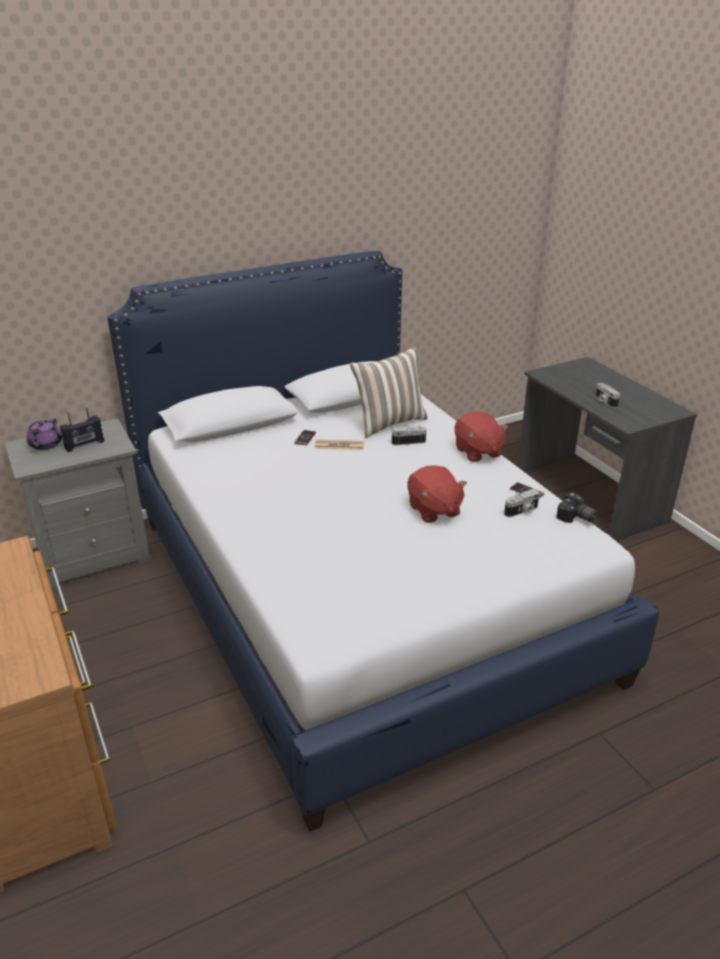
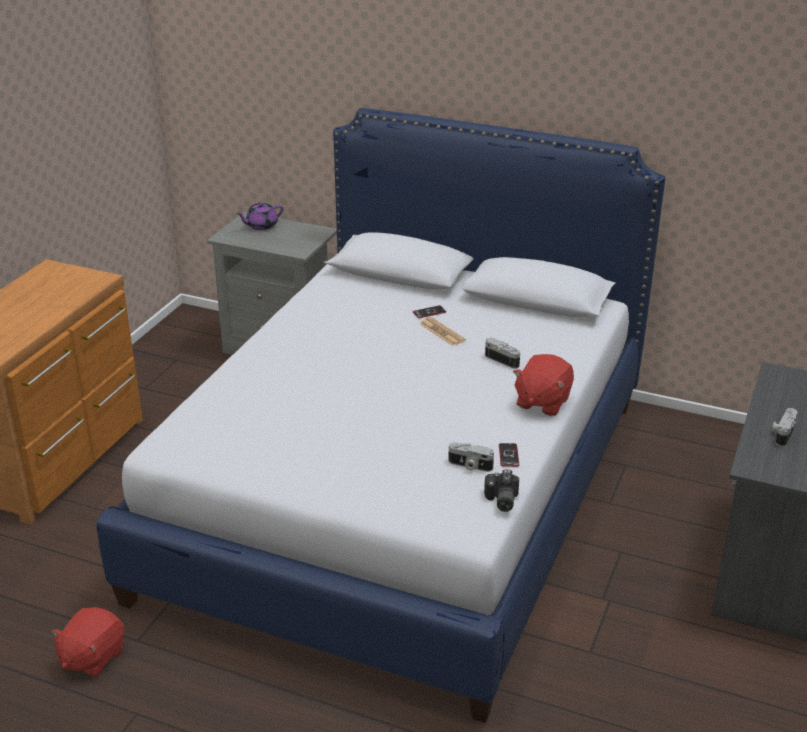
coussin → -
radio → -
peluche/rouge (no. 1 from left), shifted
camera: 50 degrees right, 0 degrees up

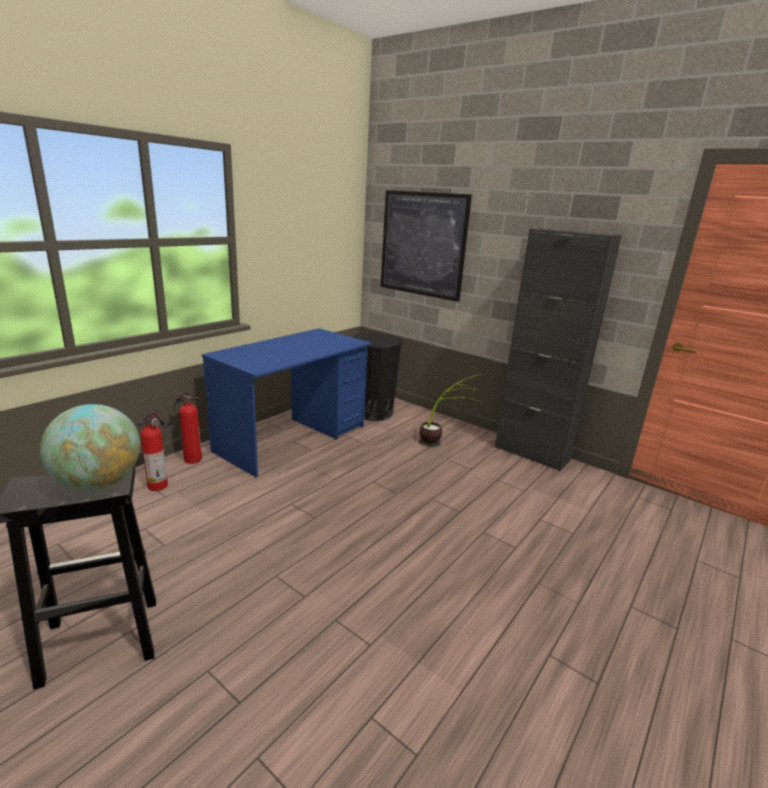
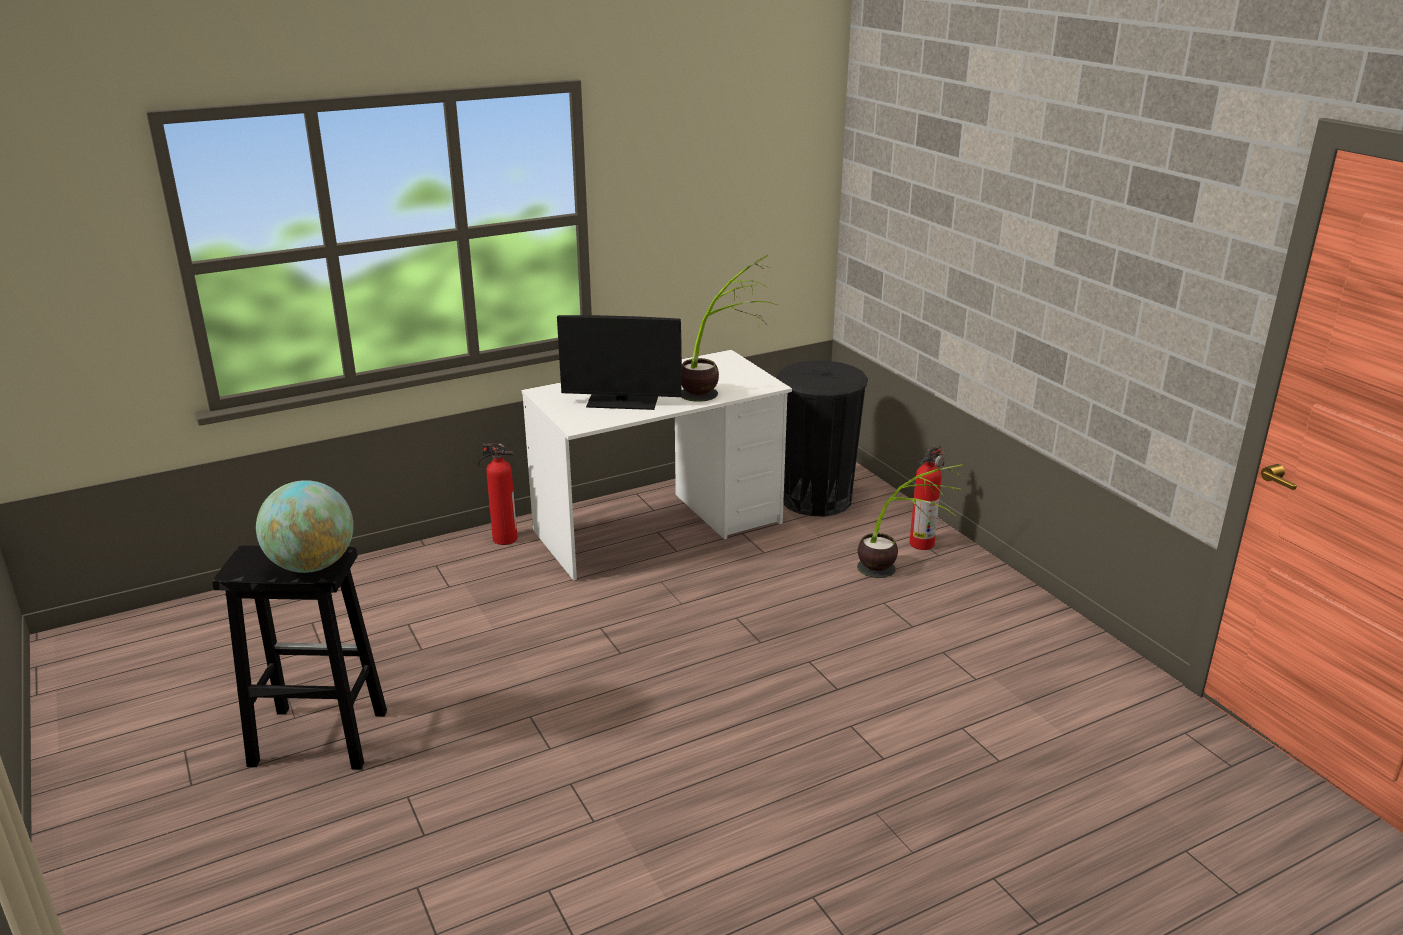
tableau → -
meuble de rangement/noir → -
bureau/bleu → bureau/blanc
extincteur (no. 1 from left in the first image) → extincteur (no. 2 from left), shifted
- → plante en pot (no. 1 from left)
- → écran d'ordinateur
camera: 25 degrees right, 5 degrees up

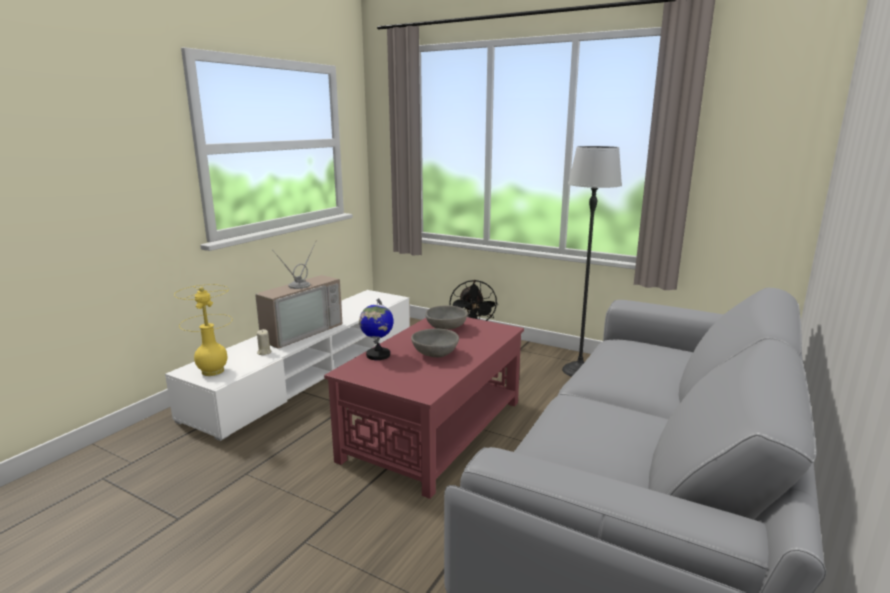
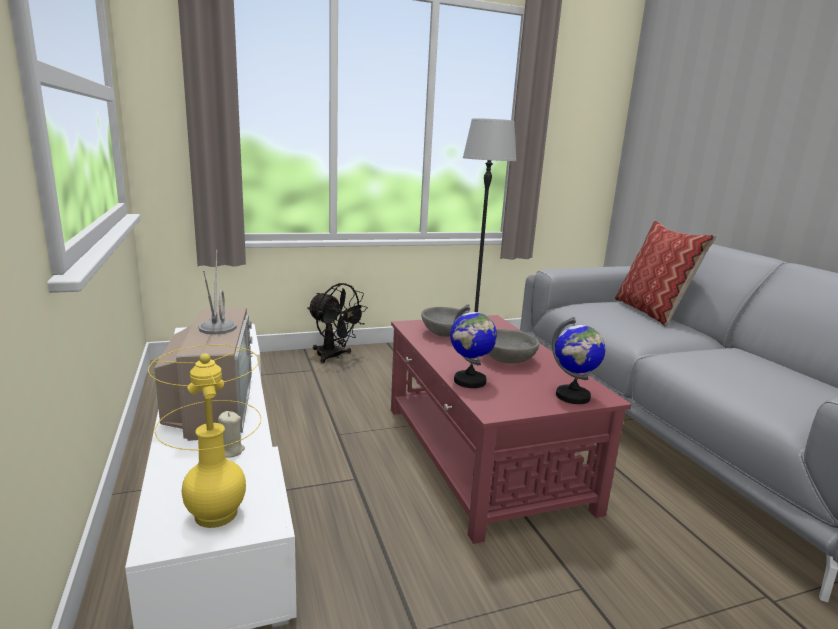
- → coussin
- → globe (no. 2 from left)
camera: 50 degrees left, 0 degrees up

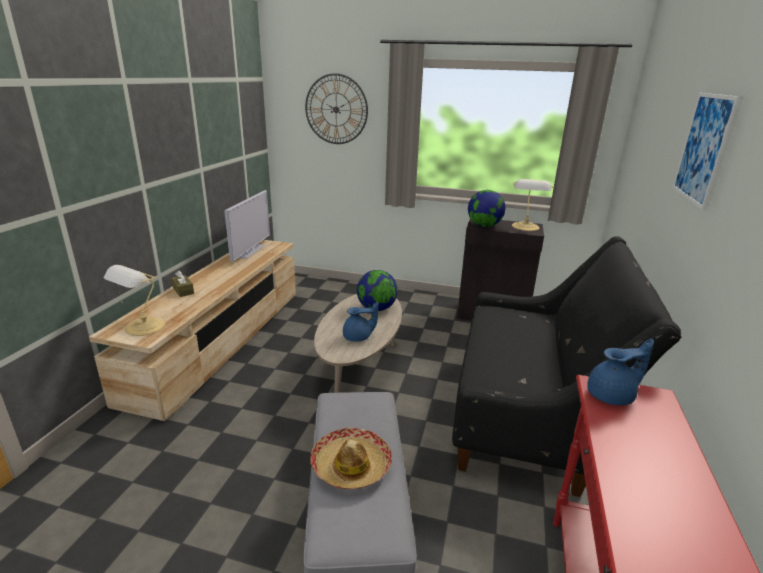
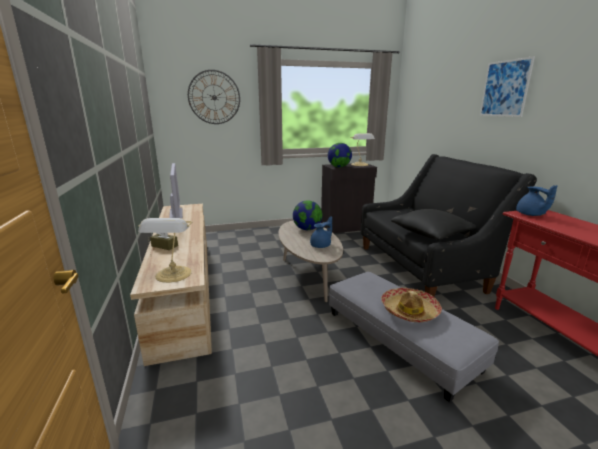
théière/bleu (no. 2 from left), 120 degrees clockwise
- → coussin/noir
camera: 30 degrees left, 5 degrees down

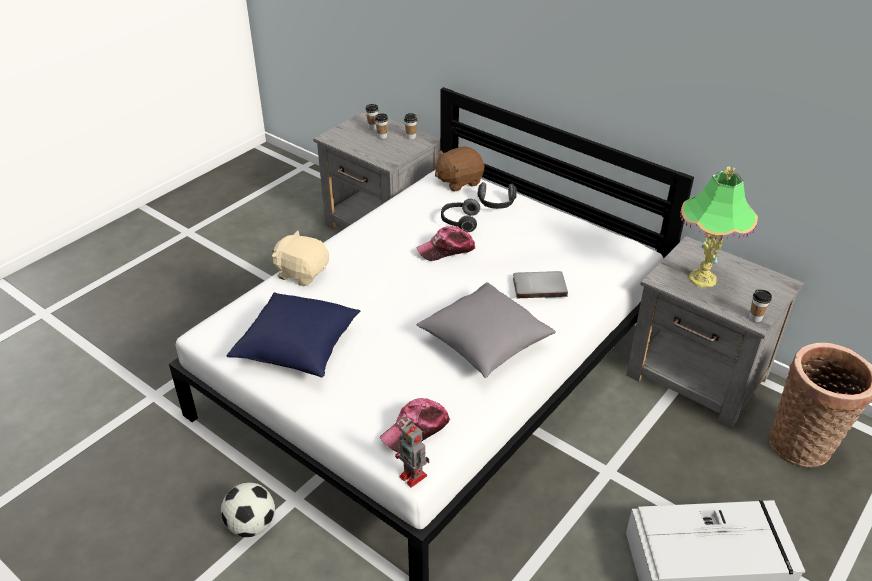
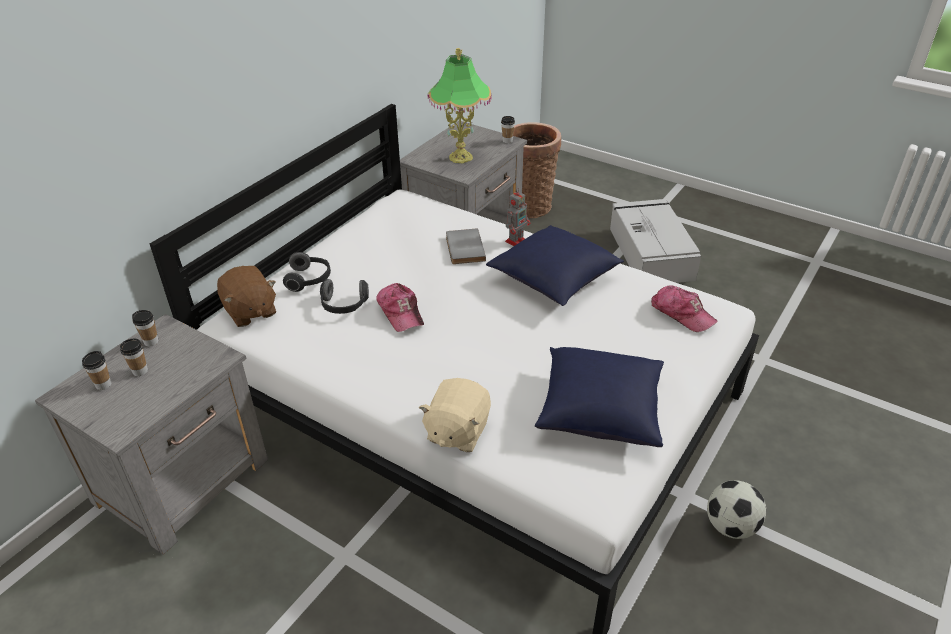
coussin/gris → coussin/bleu (no. 1 from left)
robot jouet, shifted
camera: 95 degrees left, 0 degrees up

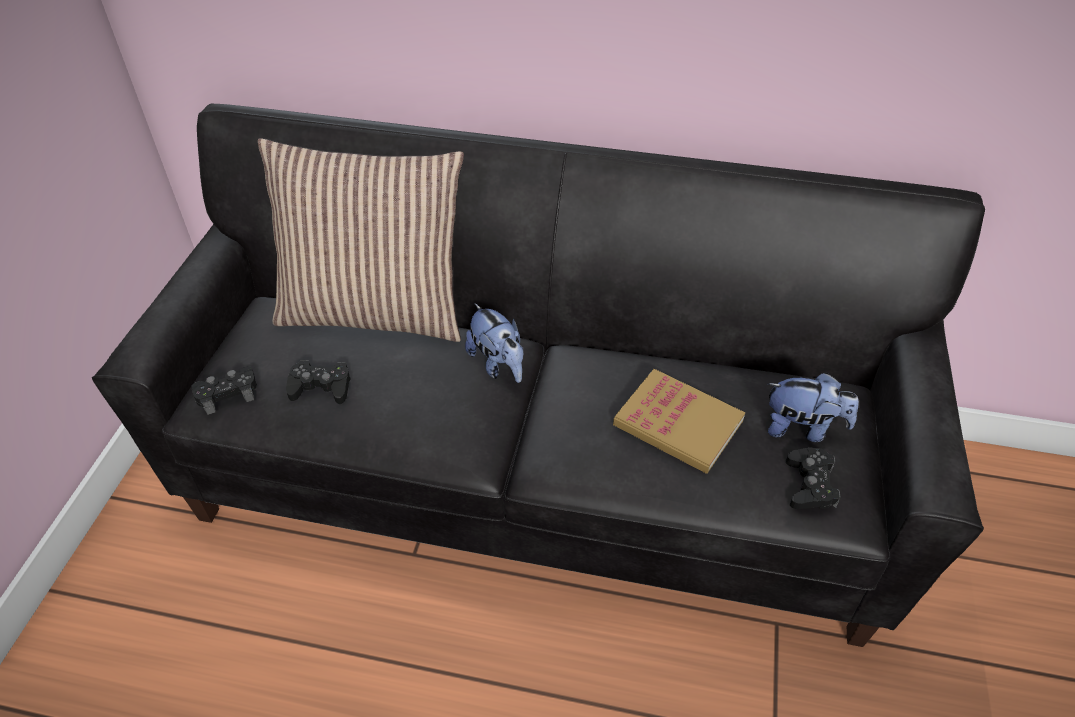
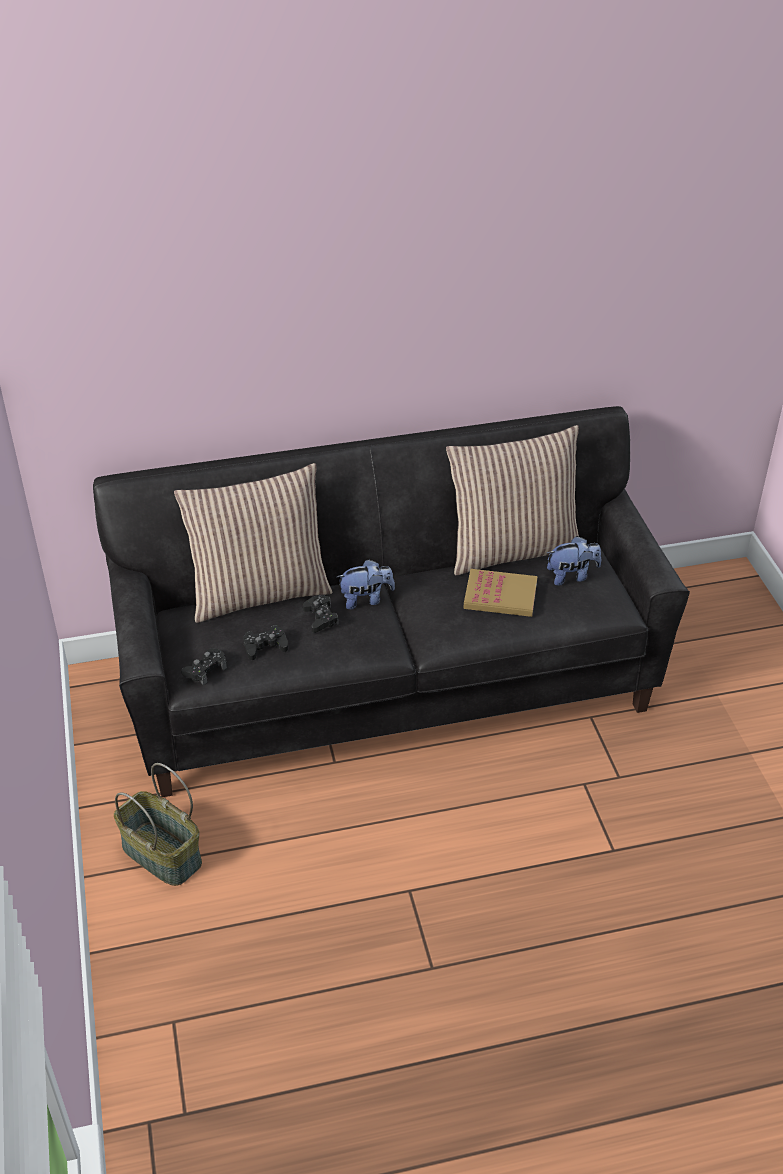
peluche (no. 1 from left), 45 degrees counterclockwise
manette/noir (no. 3 from left), shifted
- → coussin (no. 2 from left)
- → panier
camera: 25 degrees left, 5 degrees down

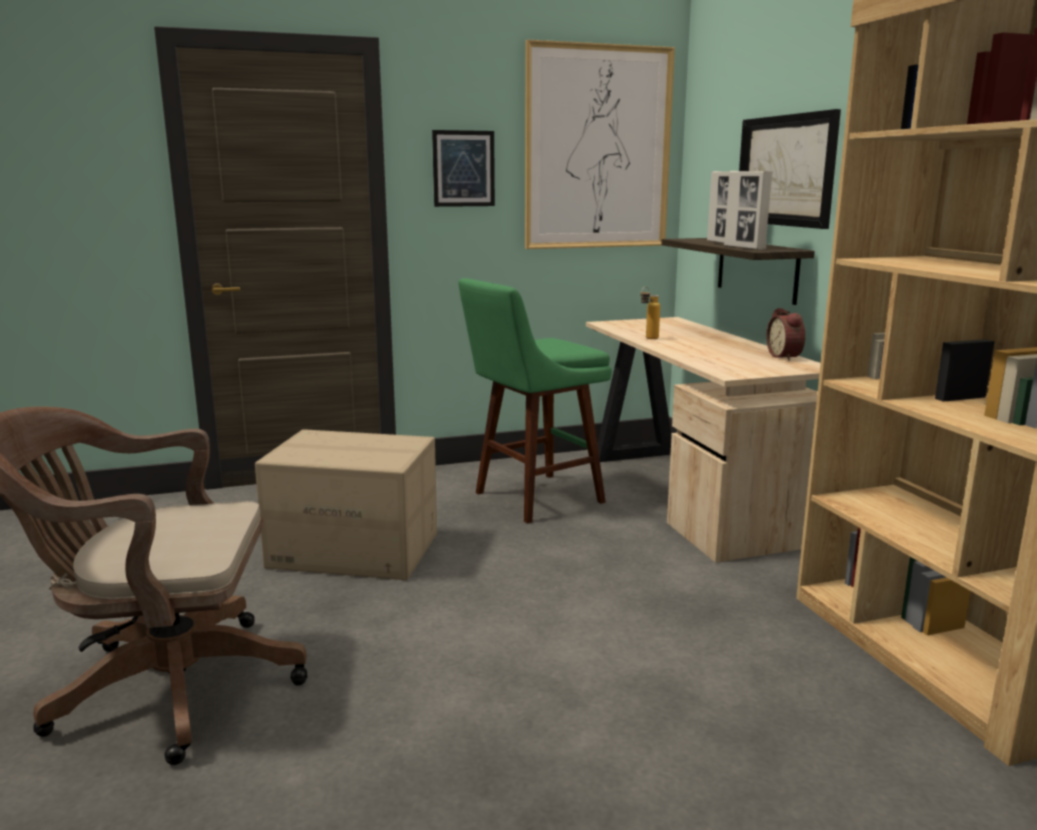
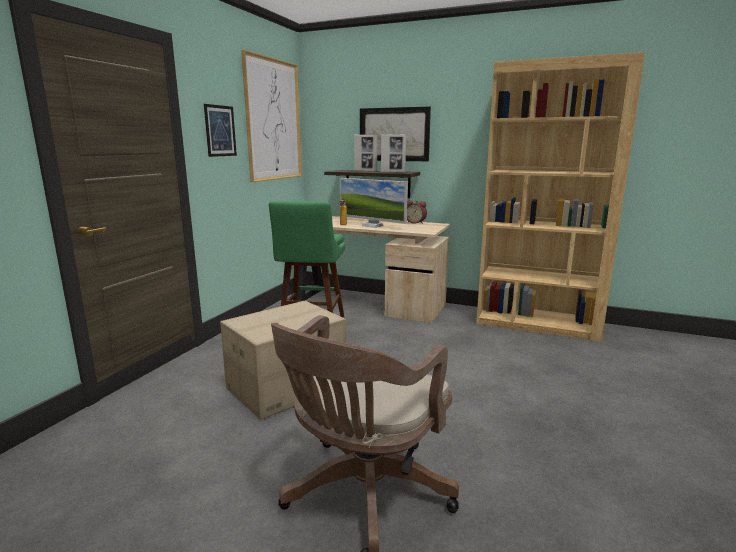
- → écran d'ordinateur
camera: 50 degrees left, 0 degrees up

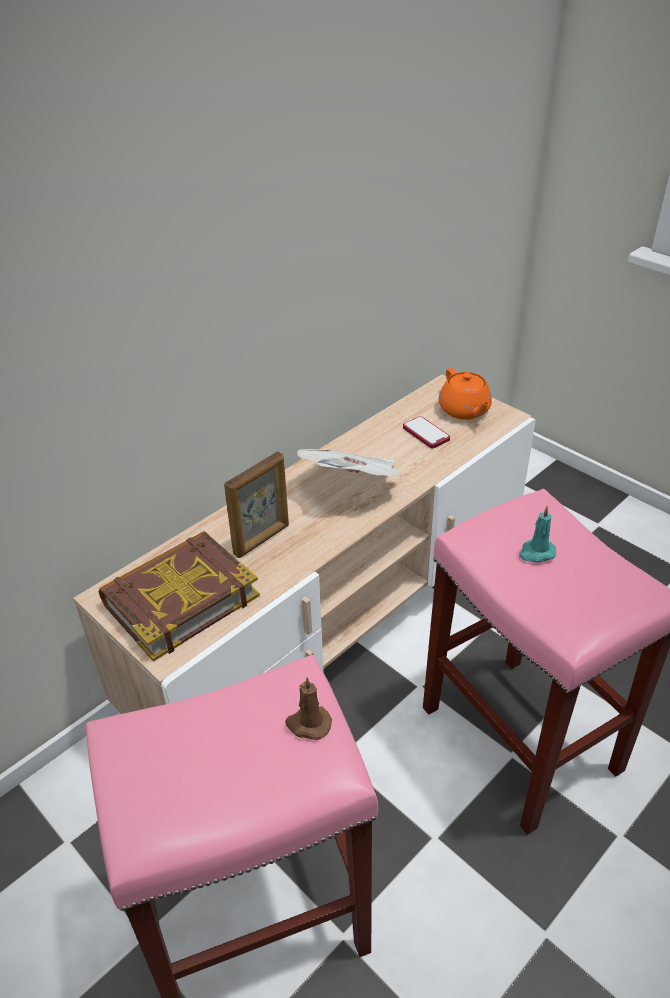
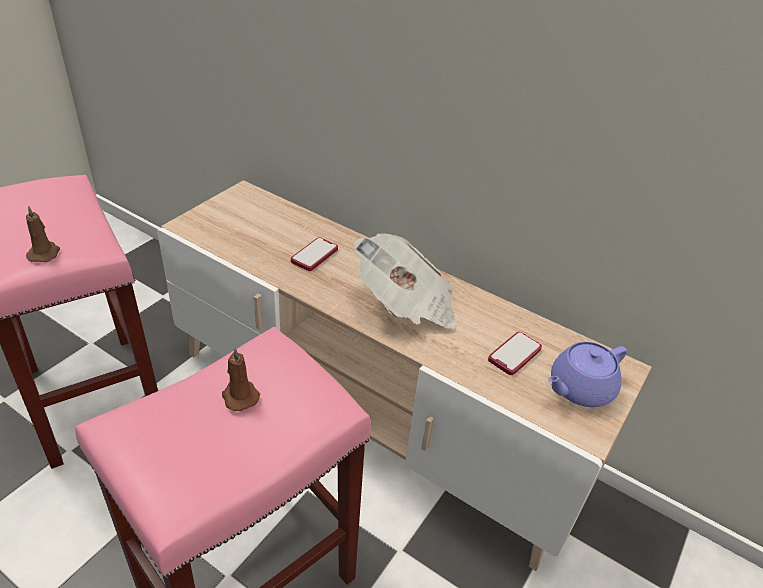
théière/orange → théière/violet
cadre photo → téléphone (no. 1 from left)
bougie/turquoise → bougie/marron (no. 2 from left)
livre → -
camera: 75 degrees right, 0 degrees up

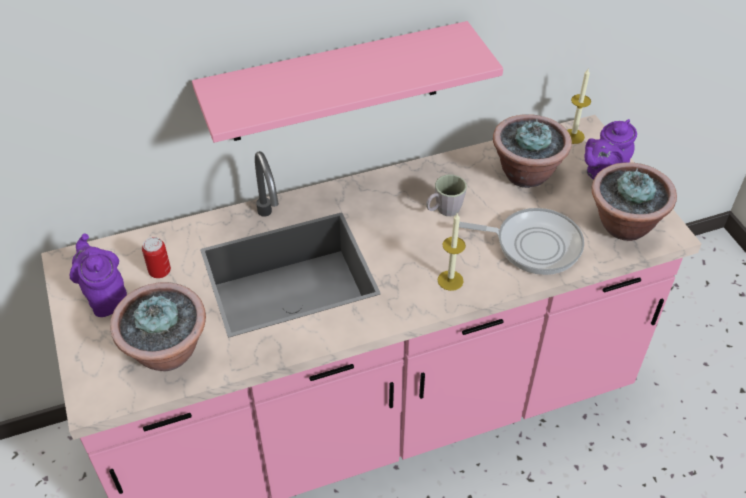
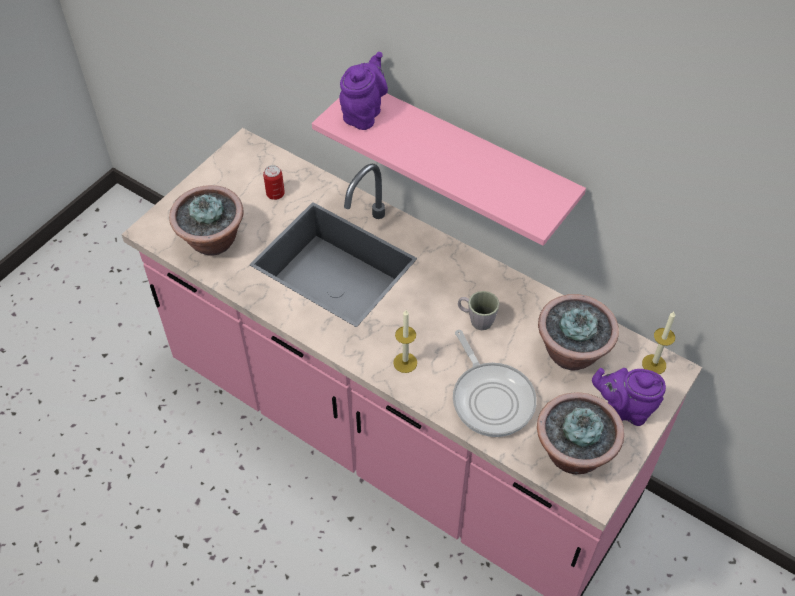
théière/violet (no. 1 from left), shifted
camera: 55 degrees right, 5 degrees up

